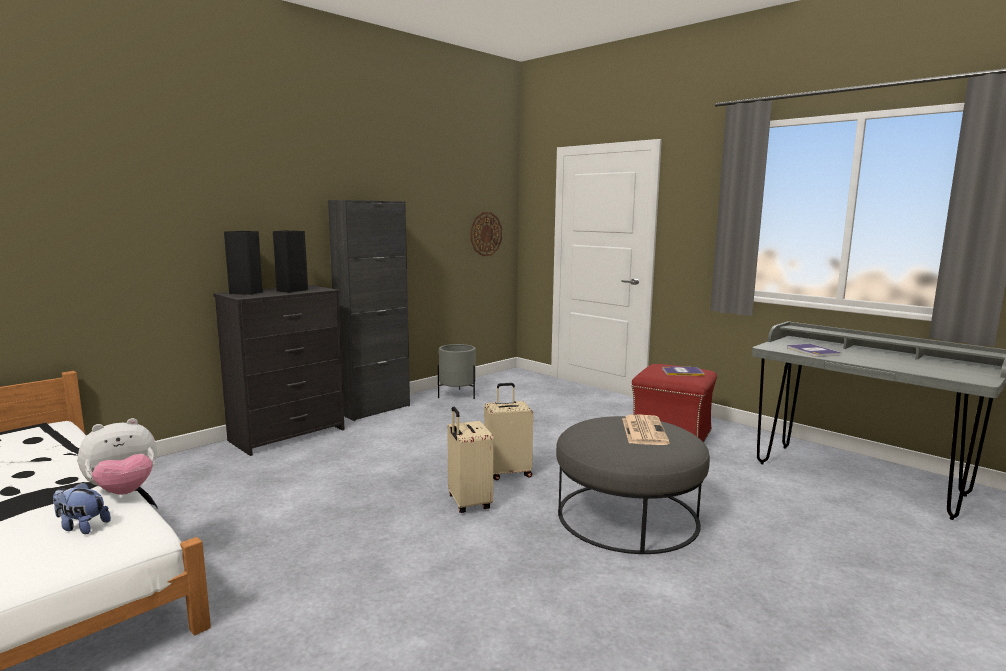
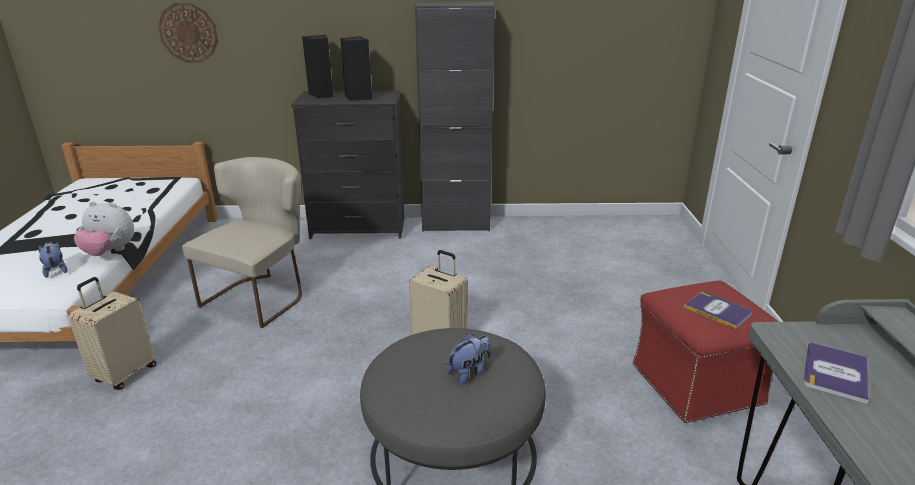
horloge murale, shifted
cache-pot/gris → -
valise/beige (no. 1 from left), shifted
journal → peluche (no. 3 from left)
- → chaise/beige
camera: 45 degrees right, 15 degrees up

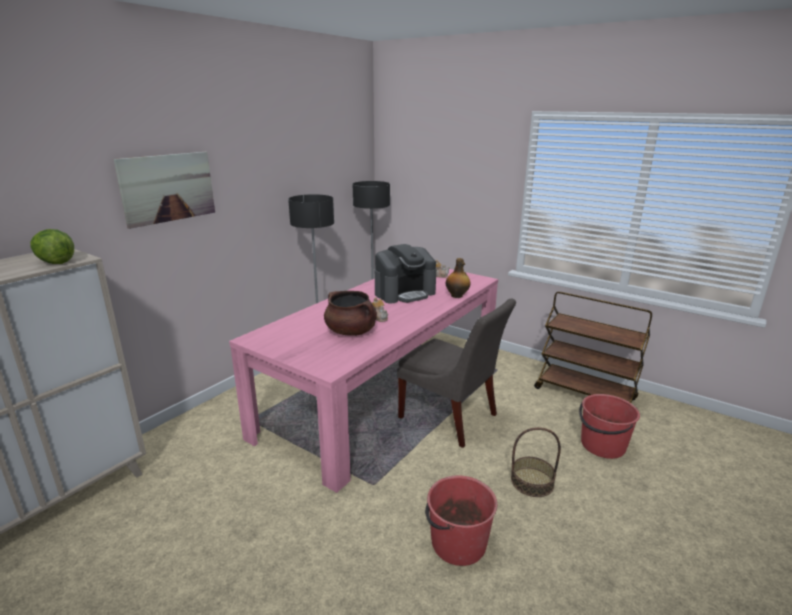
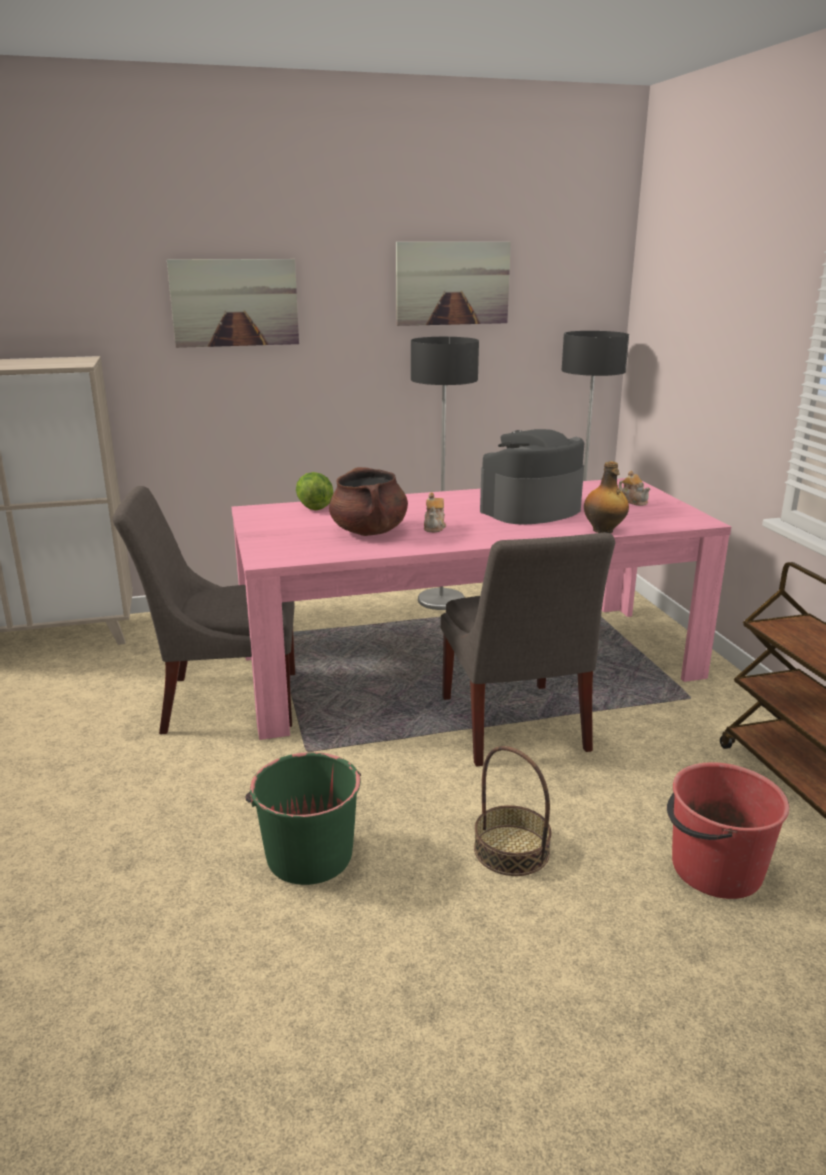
laitue, shifted
machine à café, 135 degrees clockwise
seau/rouge (no. 1 from left) → seau/vert
- → tableau (no. 2 from left)
- → chaise/gris (no. 1 from left)
camera: 40 degrees right, 0 degrees up

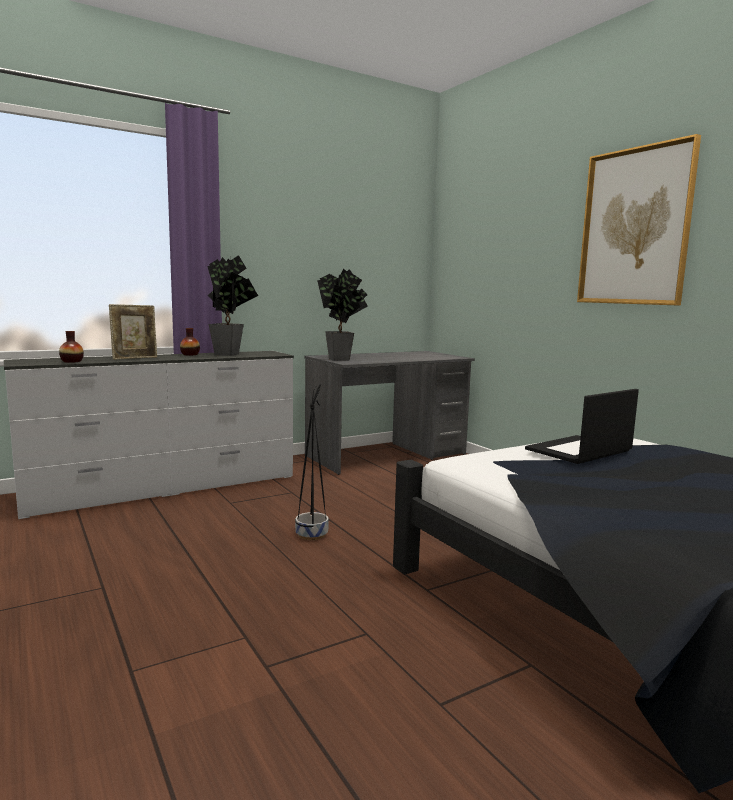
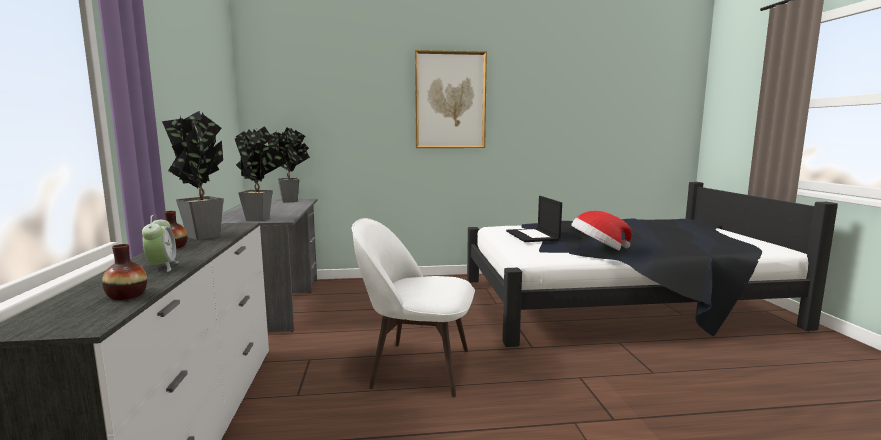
cadre photo → réveil
cache-pot/noir → chaise/blanc
- → plante en pot (no. 3 from left)
- → chapeau
camera: 65 degrees left, 0 degrees up

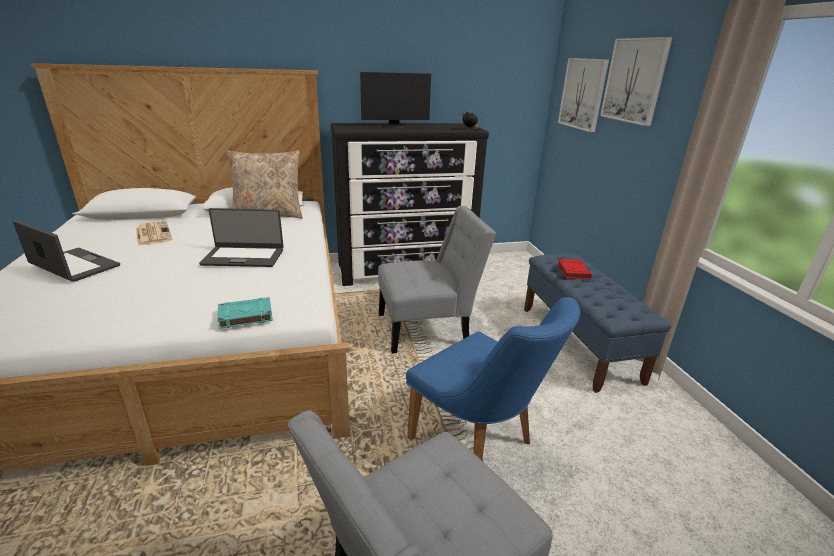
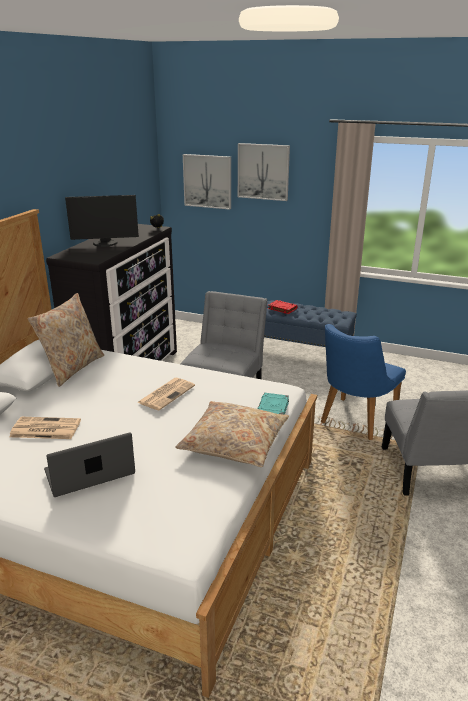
écran d'ordinateur, 60 degrees clockwise
ordinateur portable (no. 2 from left) → journal (no. 2 from left)
chaise/bleu, 135 degrees clockwise
- → coussin/beige (no. 2 from left)
camera: 55 degrees left, 0 degrees up

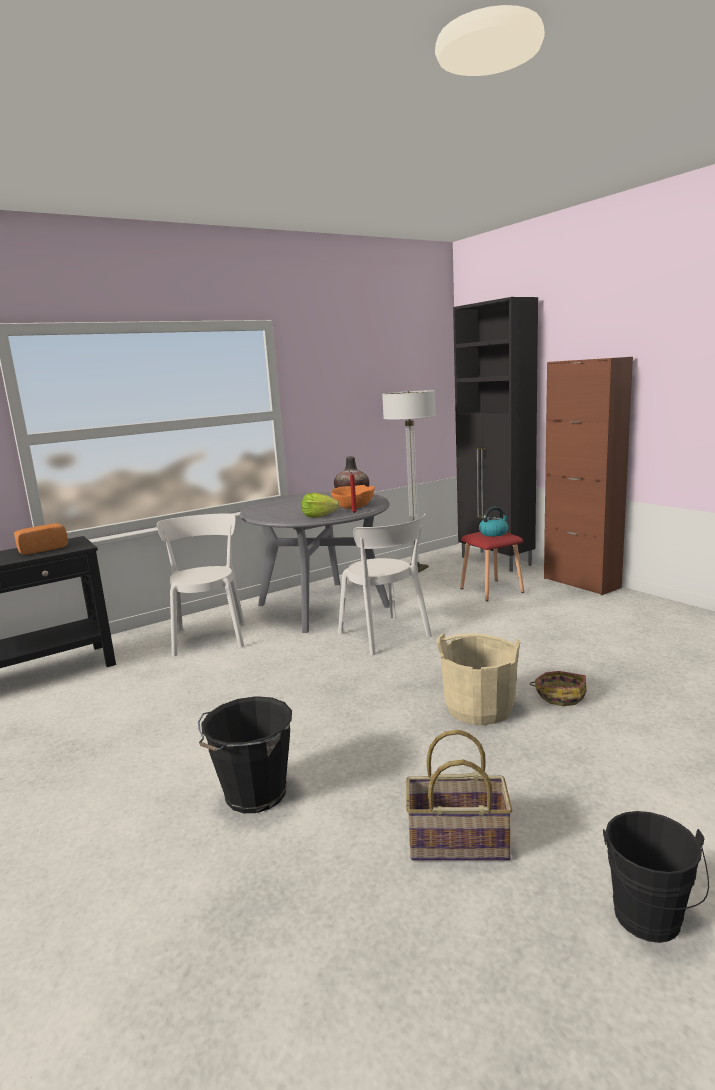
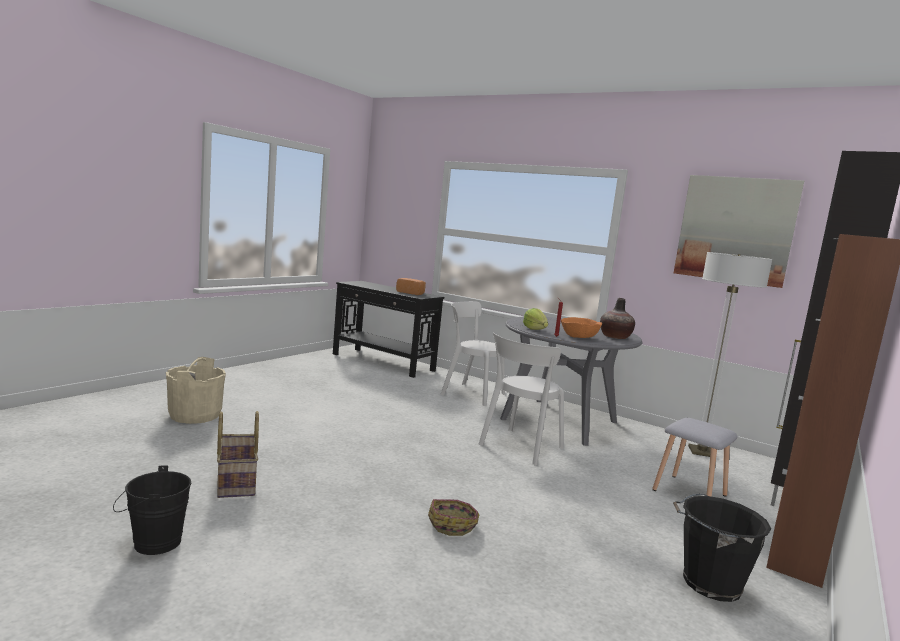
bouilloire → -
chaise/blanc (no. 1 from left), 120 degrees counterclockwise
tabouret/rouge → tabouret/gris
seau/beige, shifted
seau/noir (no. 1 from left in the first image) → seau/noir (no. 2 from left), shifted
- → tableau
camera: 65 degrees right, 5 degrees down

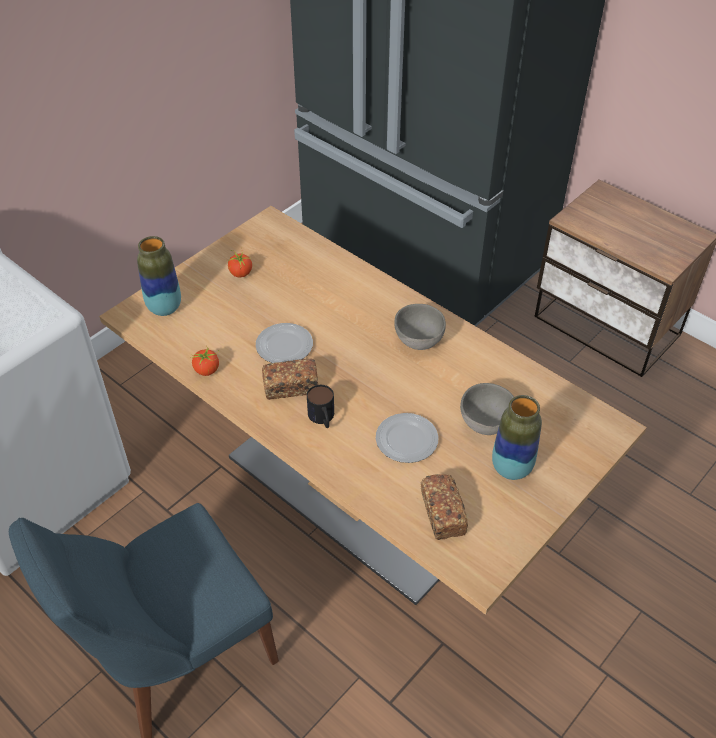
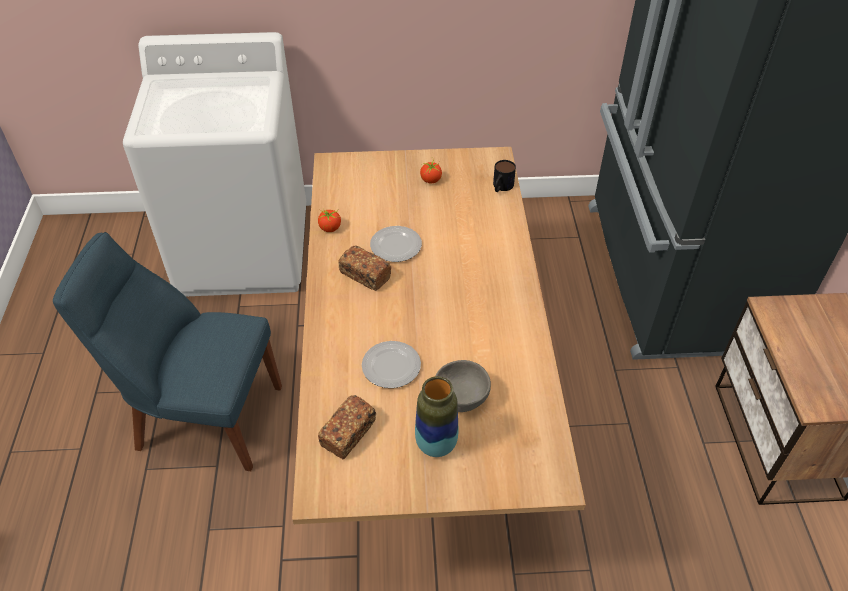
vase (no. 1 from left) → -
bol/gris (no. 1 from left) → -
mug, shifted
camera: 45 degrees right, 0 degrees up

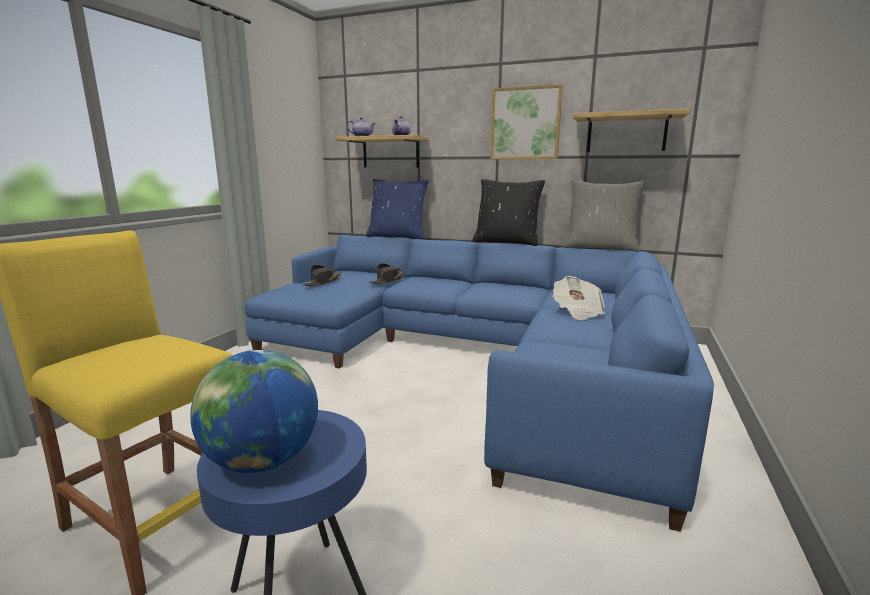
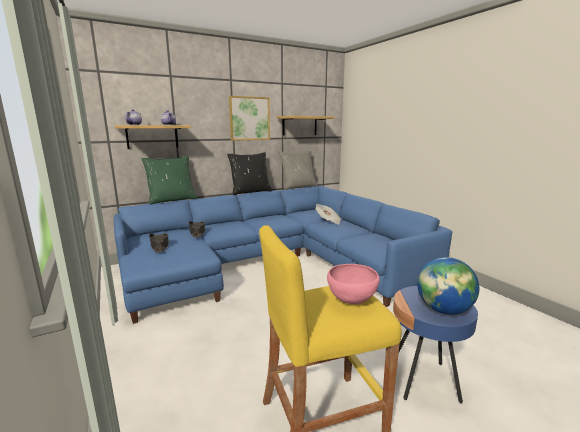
coussin/bleu → coussin/vert
- → bol/rose
camera: 50 degrees left, 0 degrees up

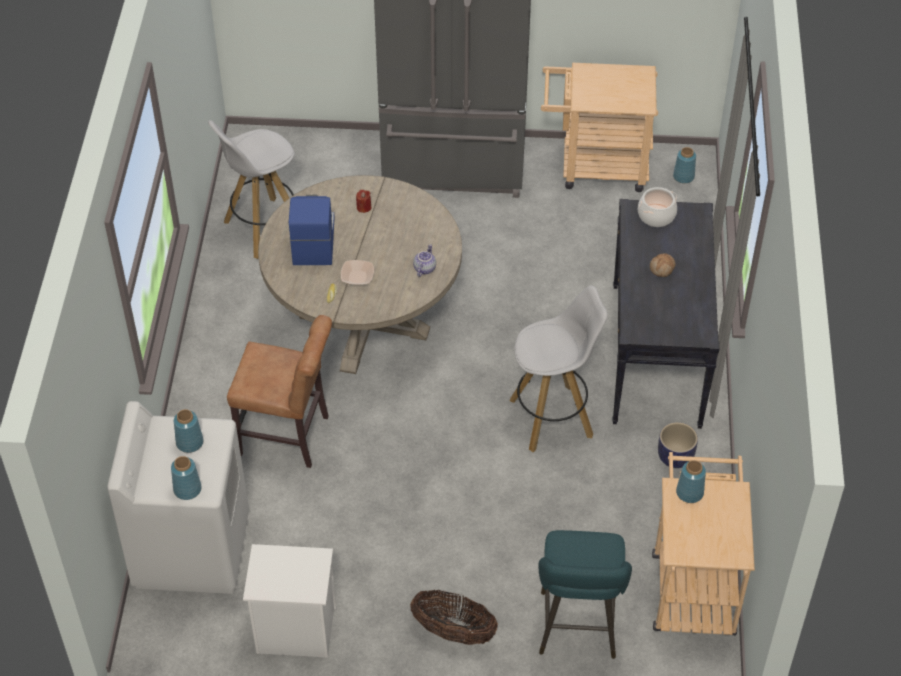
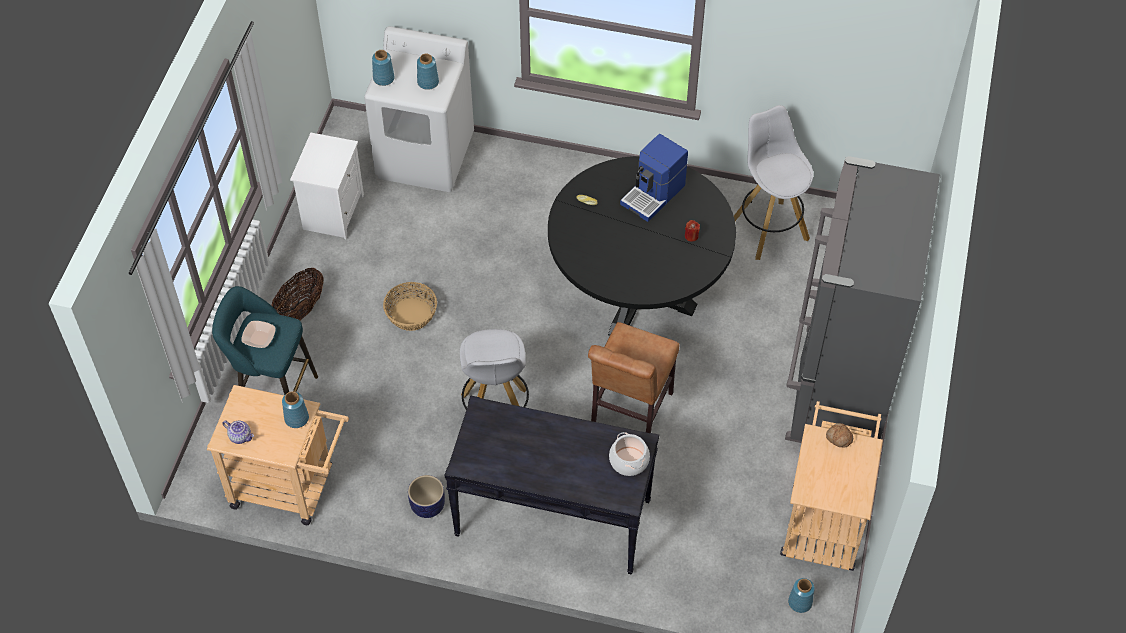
table à manger/beige → table à manger/noir
machine à café, 120 degrees clockwise
théière, shifted
pain (no. 2 from left), shifted
bol, shifted
chaise/marron, shifted
- → panier (no. 2 from left)
camera: 100 degrees right, 5 degrees up

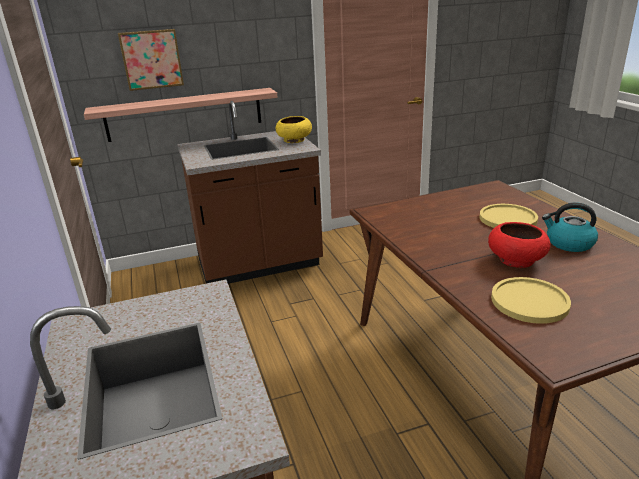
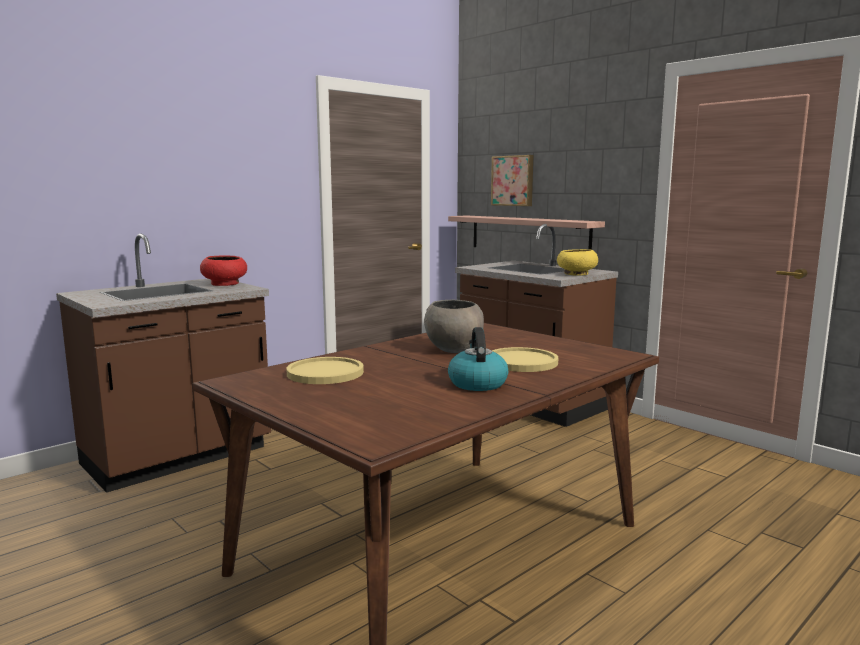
bol/rouge, shifted
- → bol/gris
camera: 65 degrees right, 15 degrees down

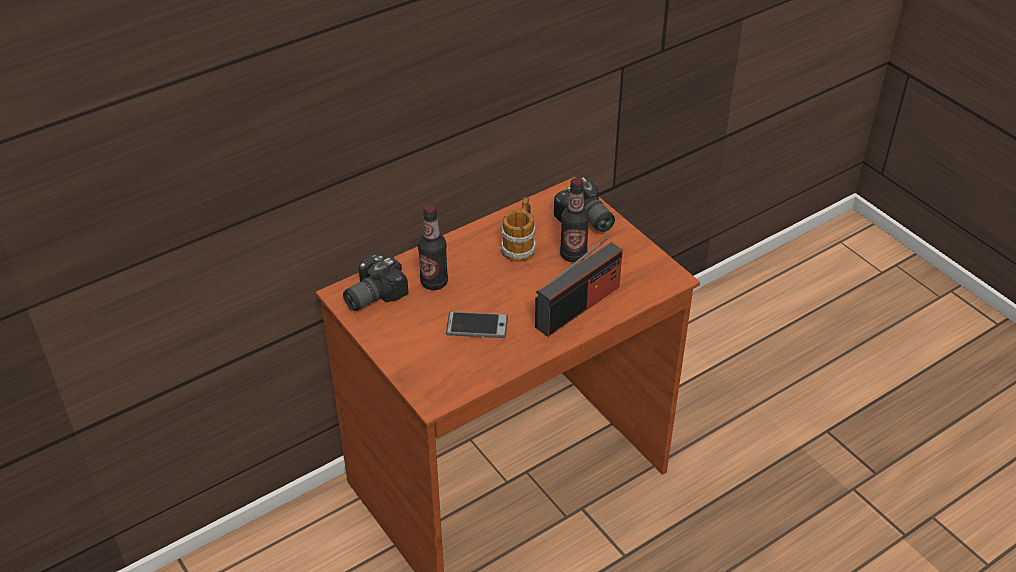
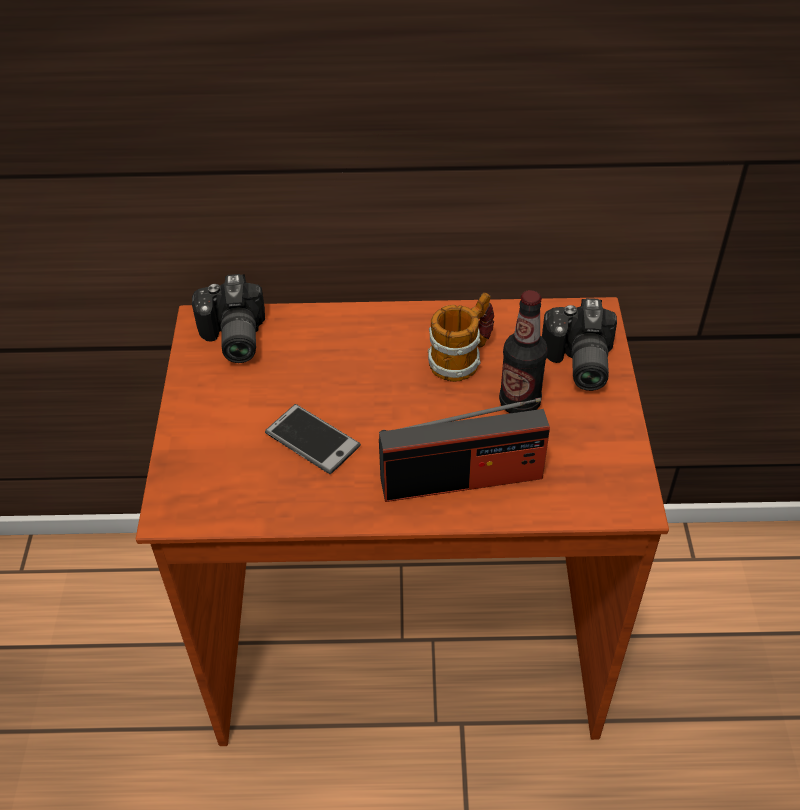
bouteille (no. 1 from left) → -
appareil photo (no. 1 from left), 90 degrees counterclockwise
camera: 35 degrees right, 5 degrees up

